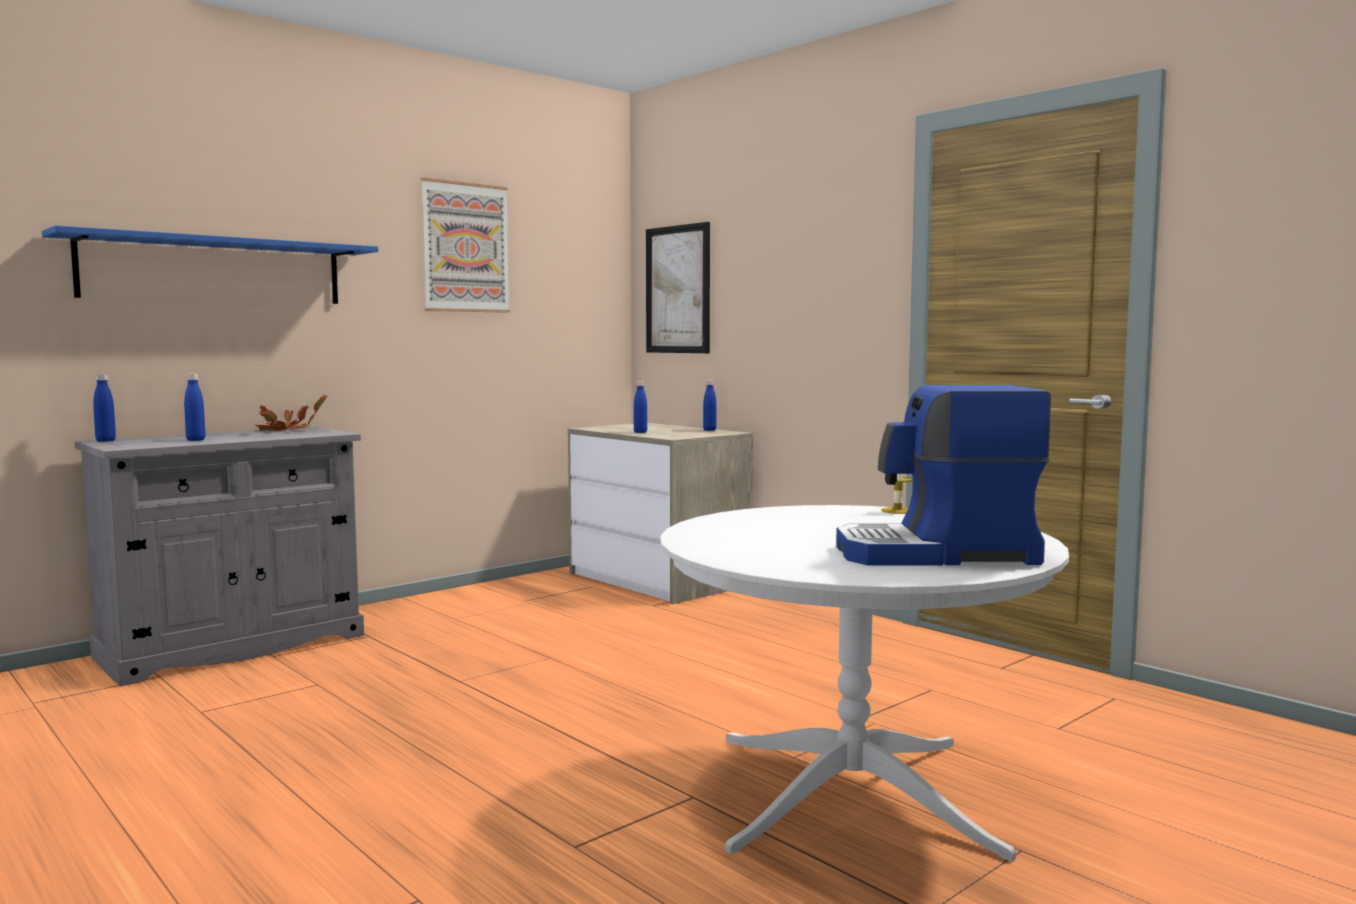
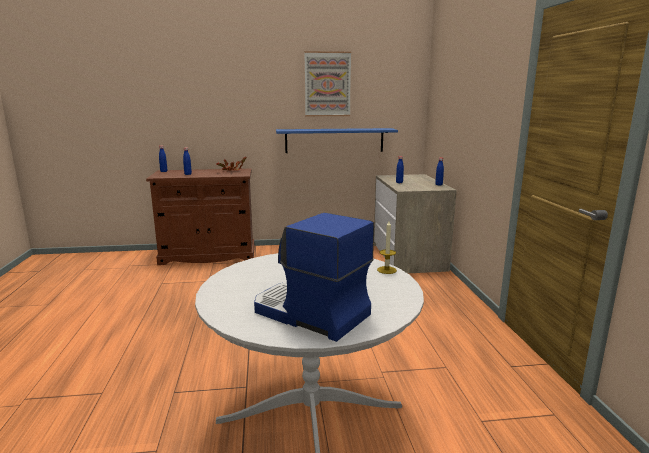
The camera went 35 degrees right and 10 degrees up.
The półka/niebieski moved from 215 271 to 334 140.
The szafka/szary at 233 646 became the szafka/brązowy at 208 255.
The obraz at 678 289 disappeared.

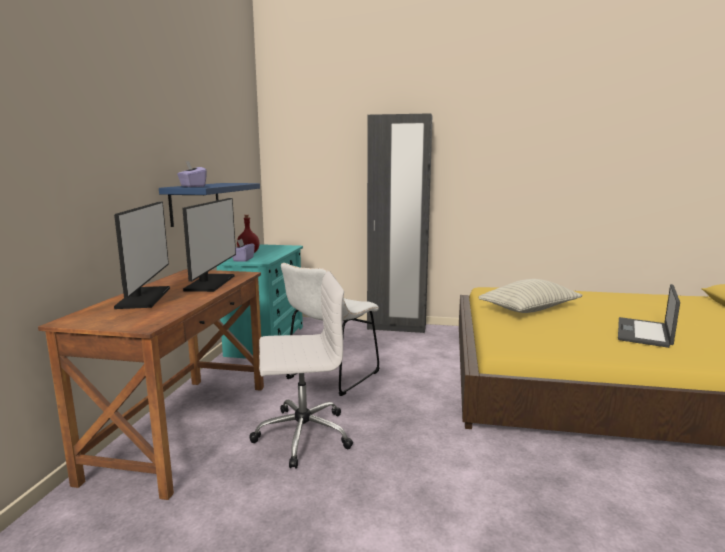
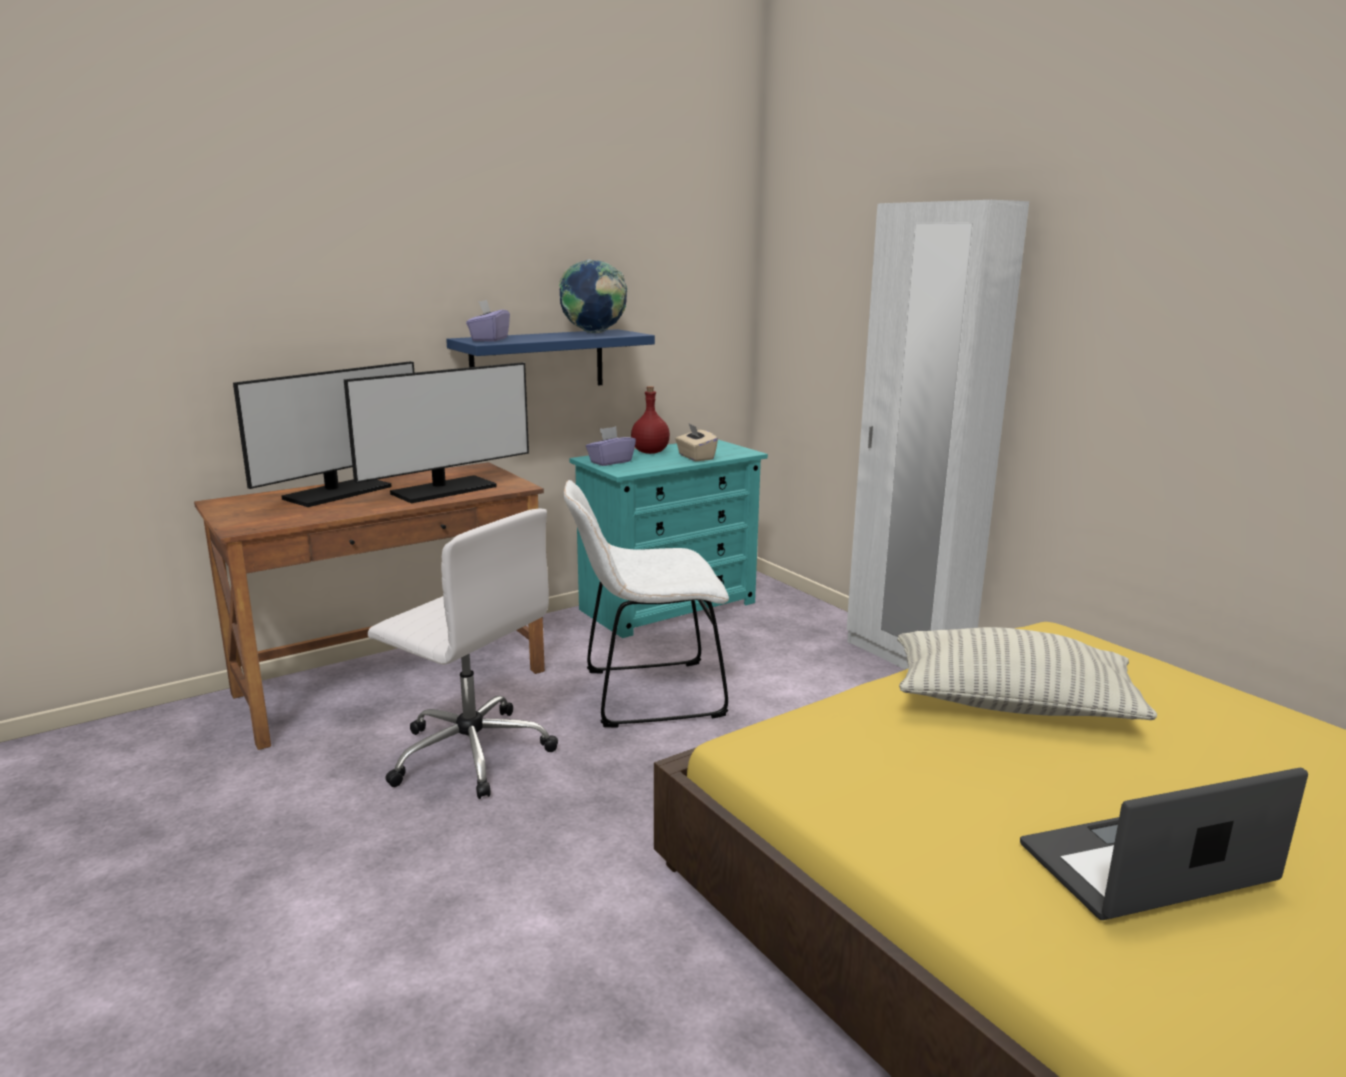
The camera went 45 degrees right and 5 degrees up.
The szafa/czarny at 396 327 became the szafa/biały at 906 657.
The globus at 594 333 appeared.
The pudełko chusteczek/beżowy at 695 457 appeared.

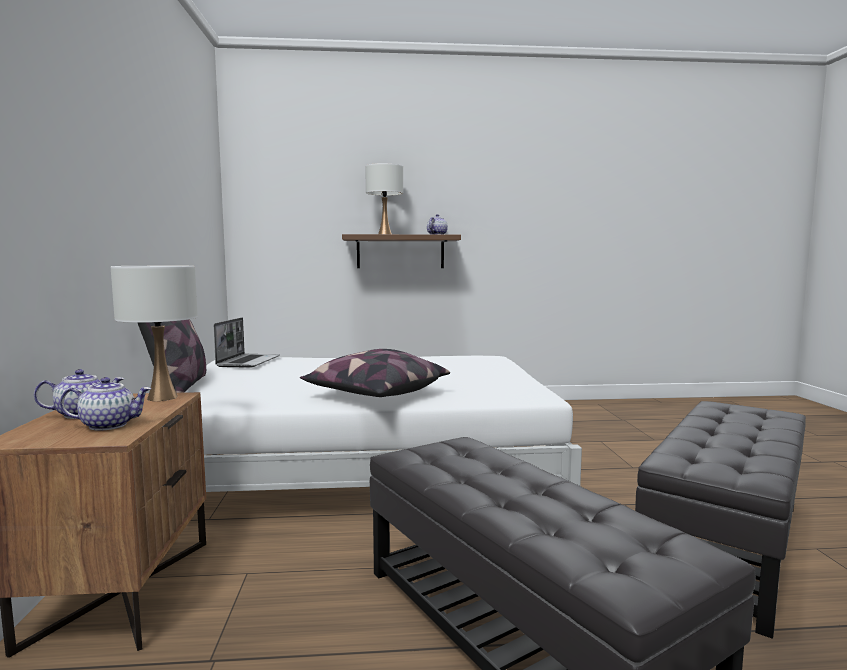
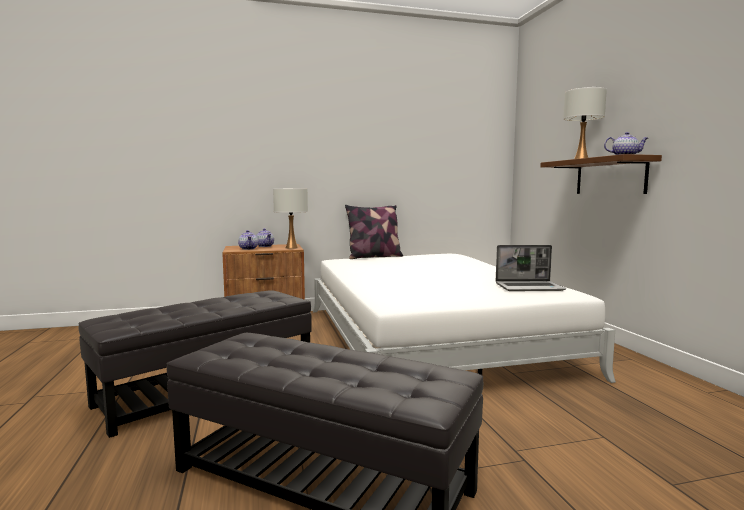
The camera went 80 degrees right and 0 degrees up.
The laptop moved from 248 362 to 529 287.
The poduszka at 376 395 disappeared.

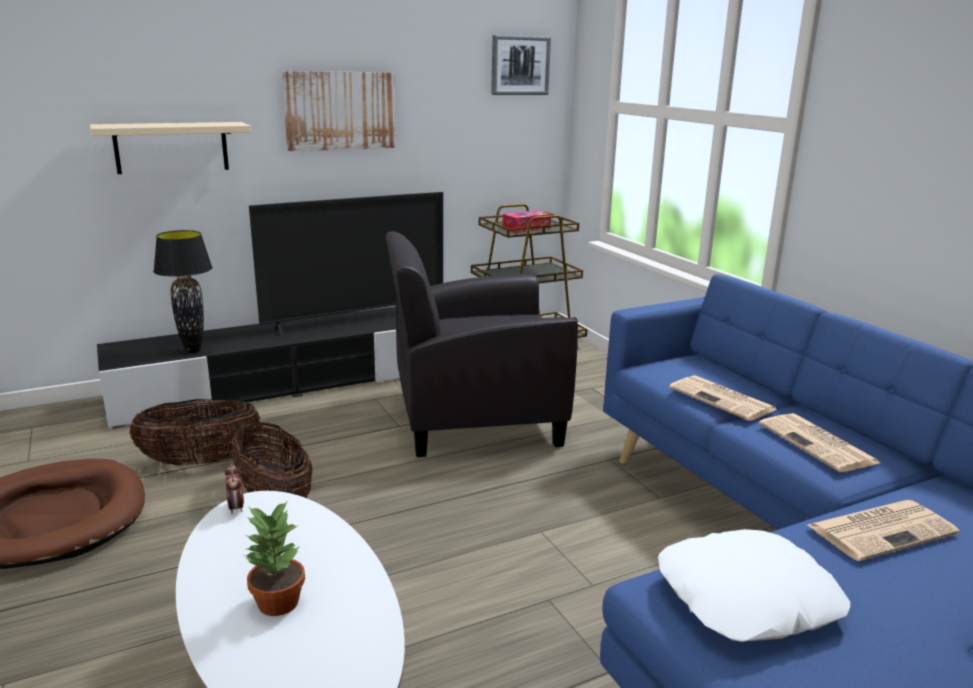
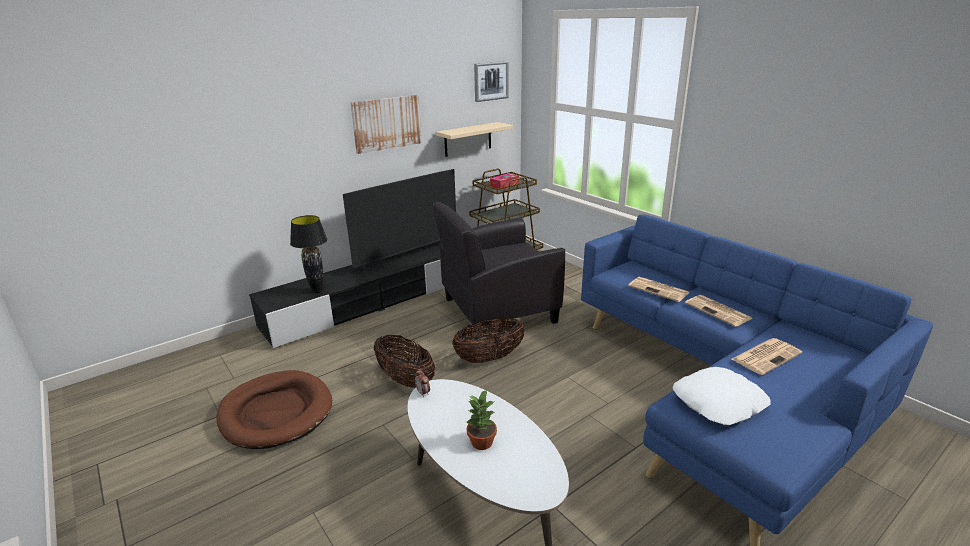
The camera went 10 degrees left and 5 degrees up.
The półka/beżowy moved from 171 147 to 468 139.
The koszyk moved from 201 461 to 489 358.

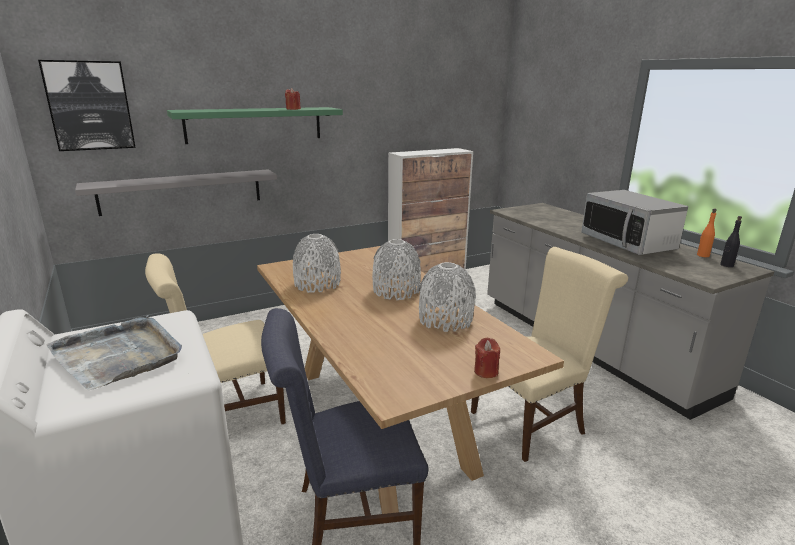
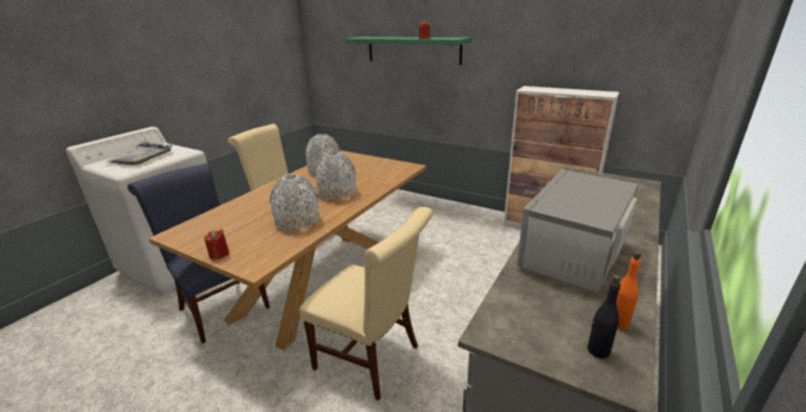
The camera went 60 degrees right and 5 degrees up.
The obraz at 89 106 disappeared.
The półka/szary at 182 191 disappeared.

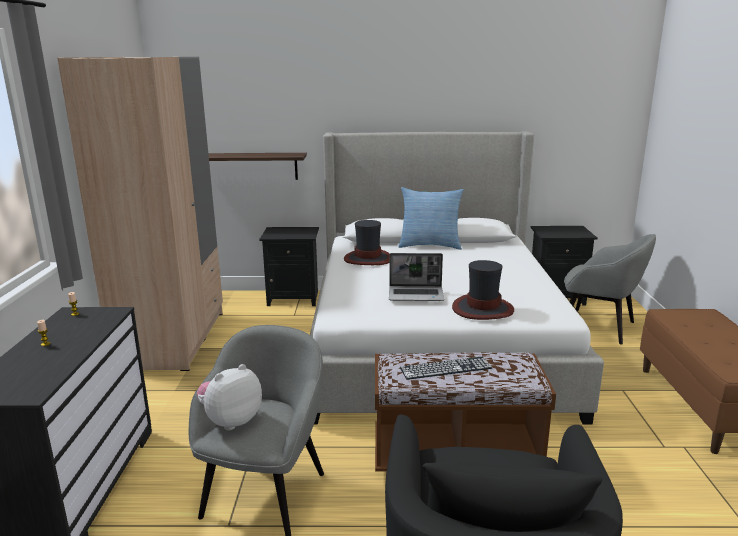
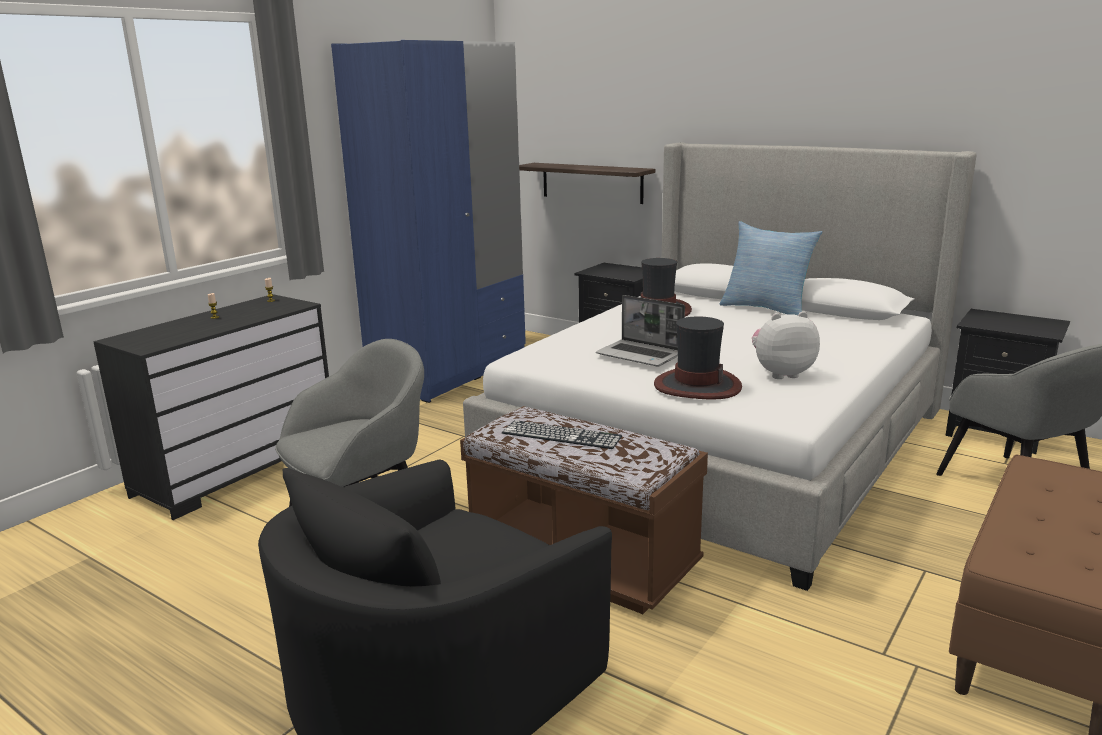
The camera went 35 degrees right and 0 degrees up.
The szafa/beżowy at 173 339 became the szafa/niebieski at 449 371.
The pluszak moved from 231 421 to 781 373.

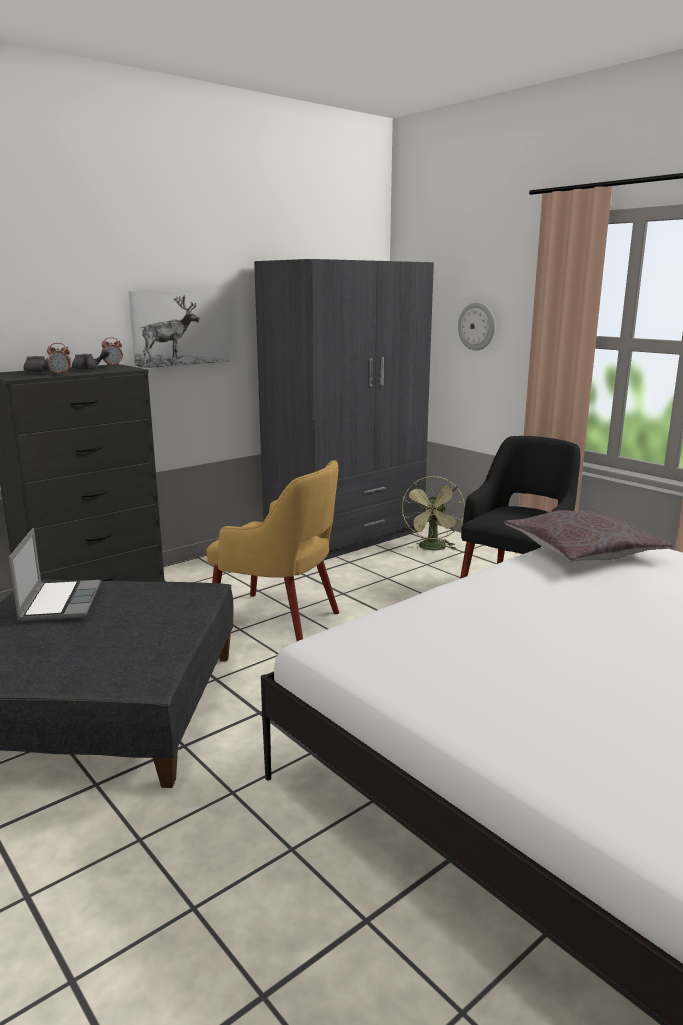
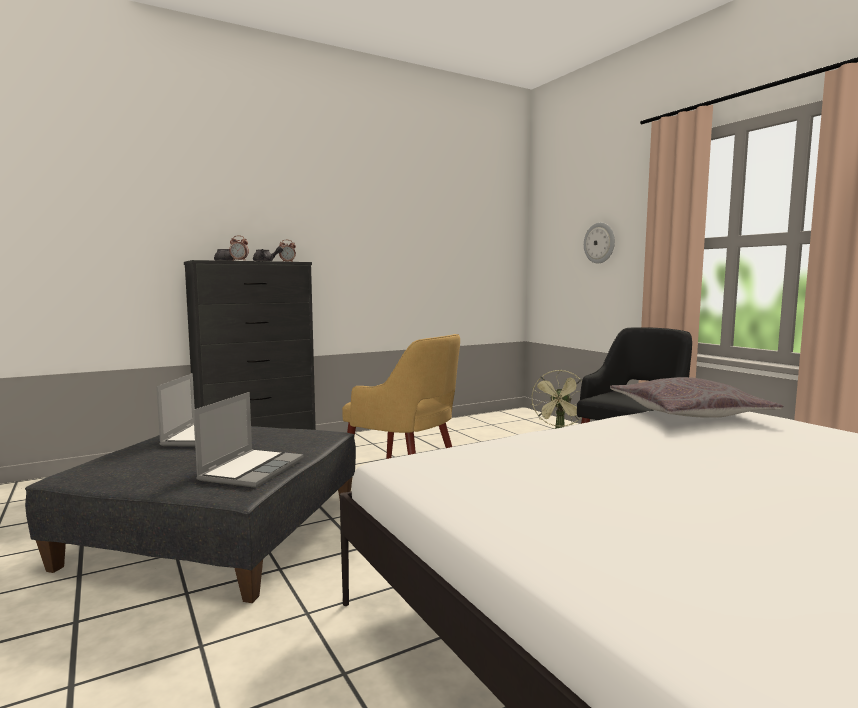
The camera went 10 degrees right and 10 degrees down.
The obraz at 180 328 disappeared.
The szafa/szary at 346 536 disappeared.
The laptop at 252 469 appeared.

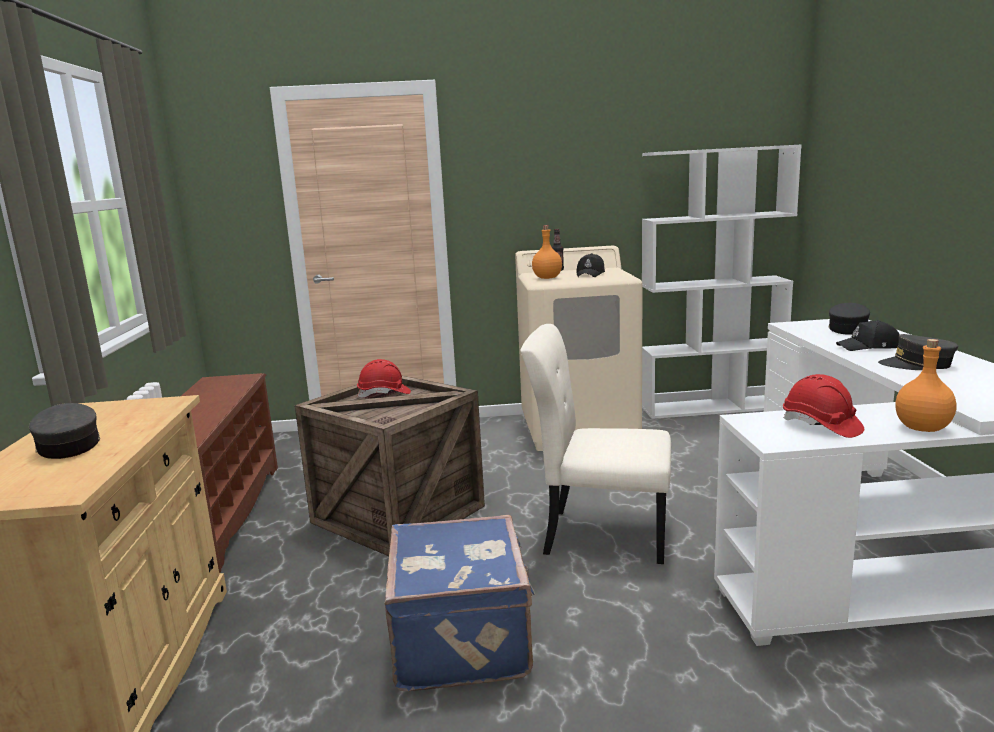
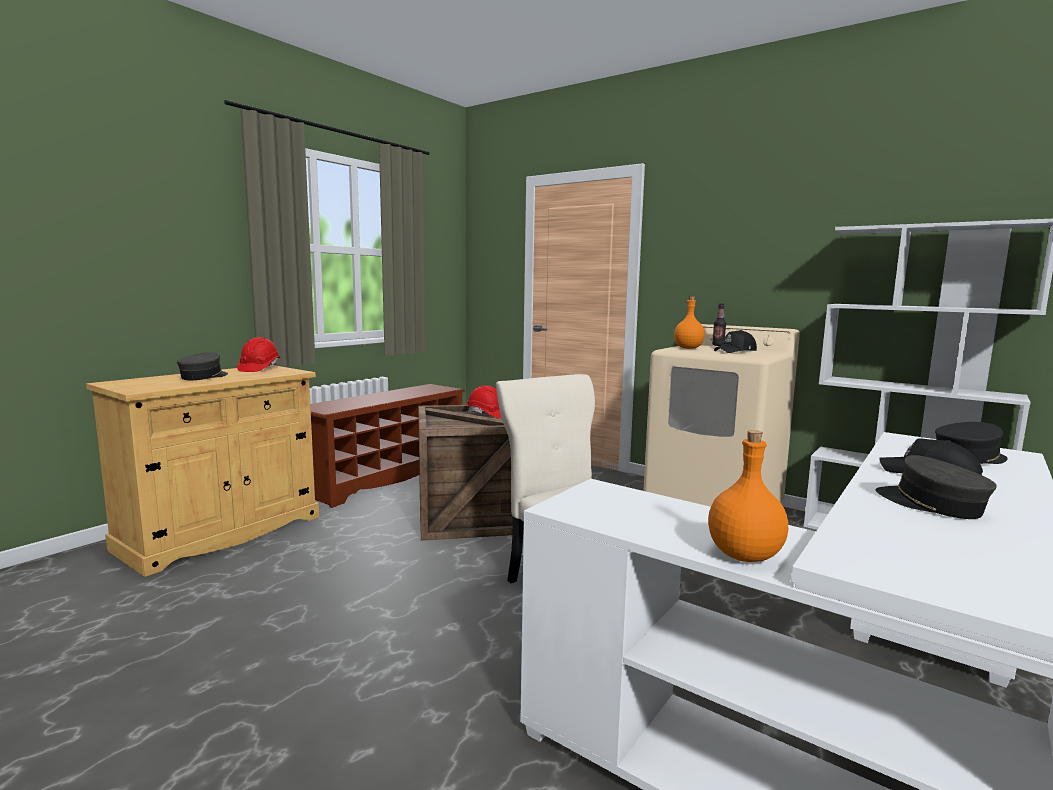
The camera went 40 degrees right and 5 degrees down.
The walizka/niebieski at 464 639 disappeared.
The kask/czerwony moved from 821 426 to 259 369.

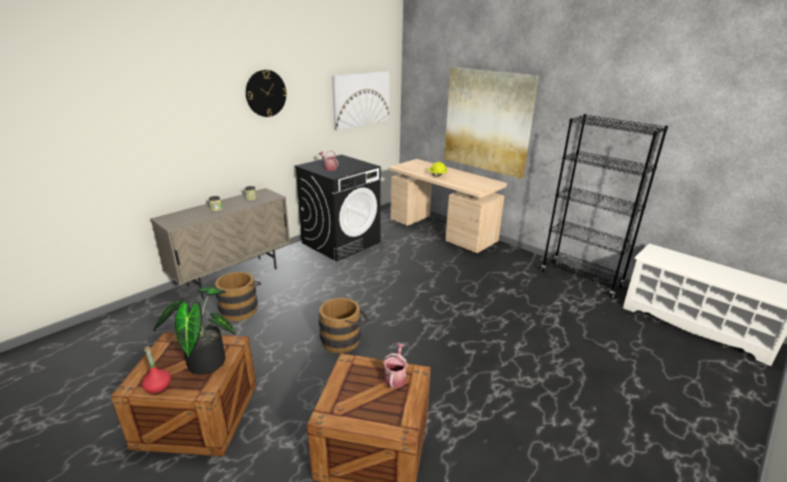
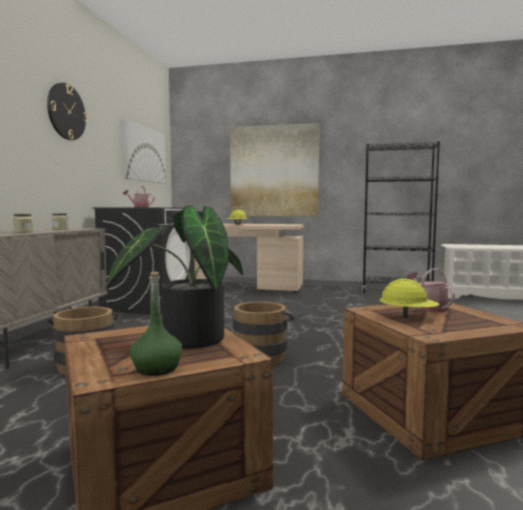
The camera went 30 degrees left and 20 degrees down.
The butelka/czerwony at 158 387 became the butelka/zielony at 157 369.
The kask/żółty at 408 316 appeared.

